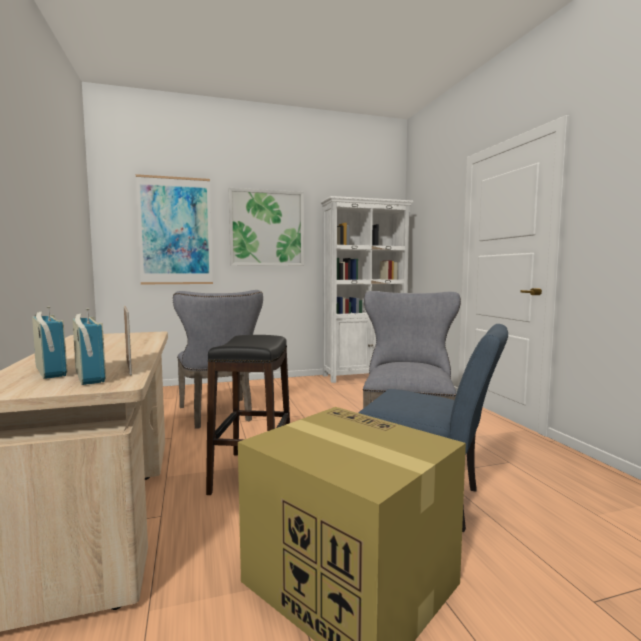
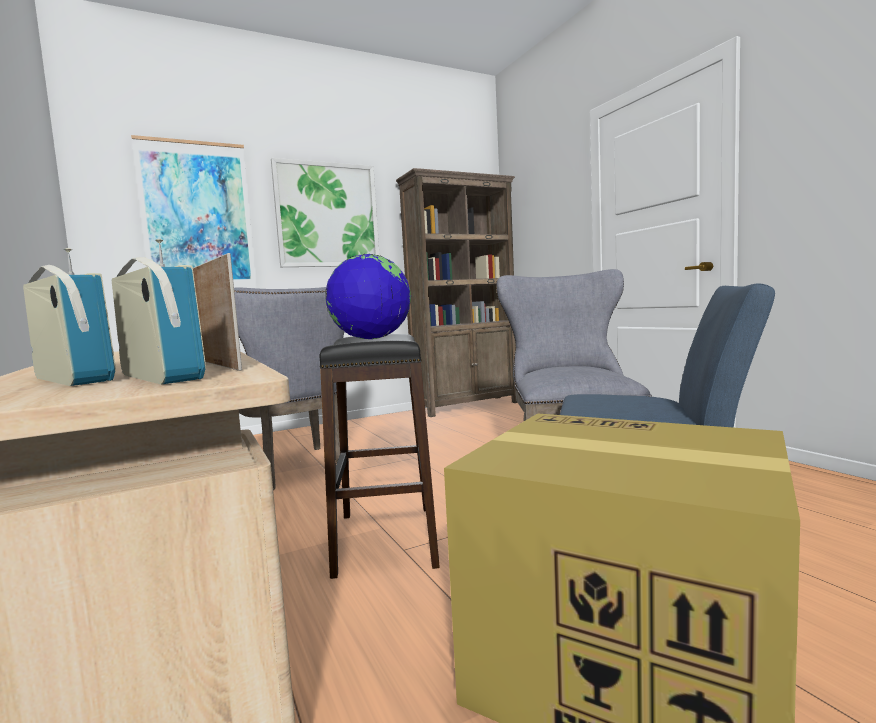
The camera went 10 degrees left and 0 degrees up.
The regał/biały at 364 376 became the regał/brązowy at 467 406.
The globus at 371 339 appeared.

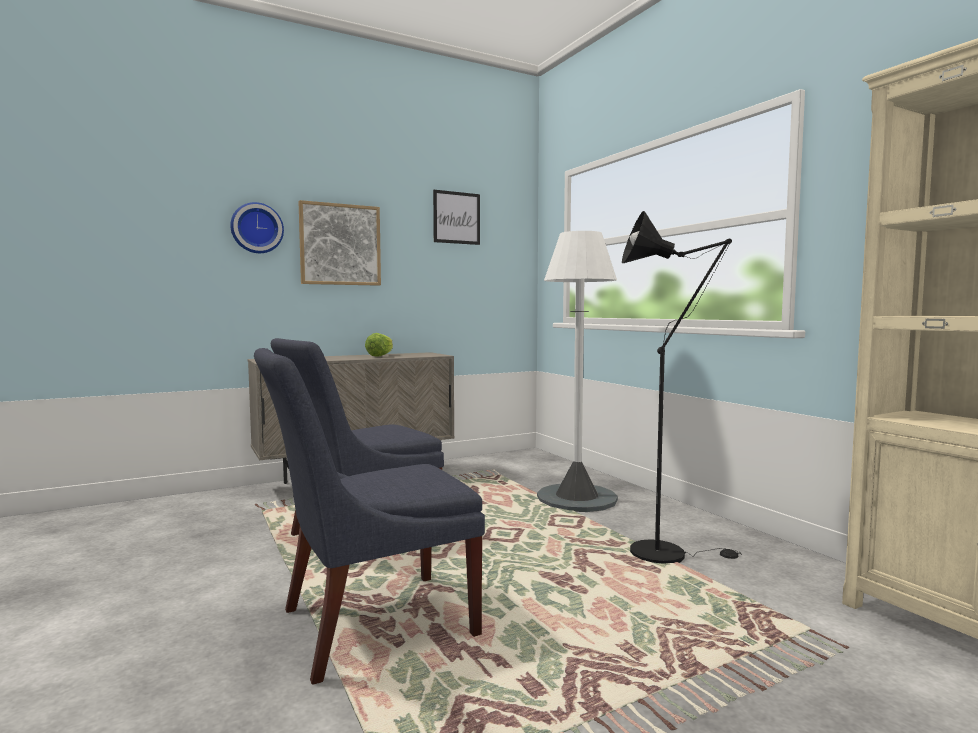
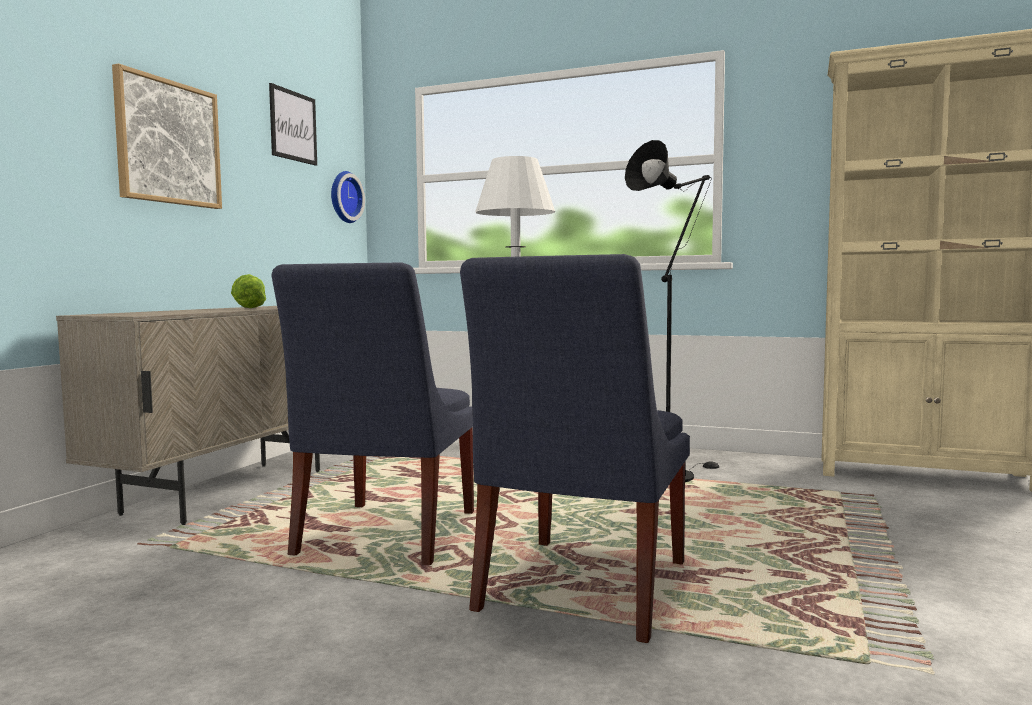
The camera went 40 degrees left and 0 degrees up.
The zegar ścienny moved from 257 228 to 344 197.

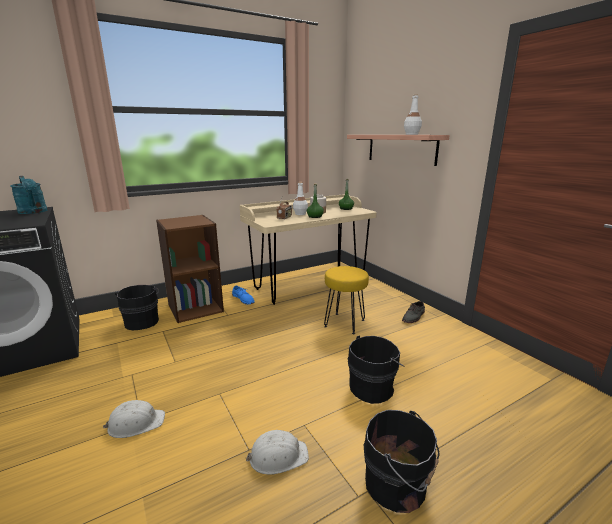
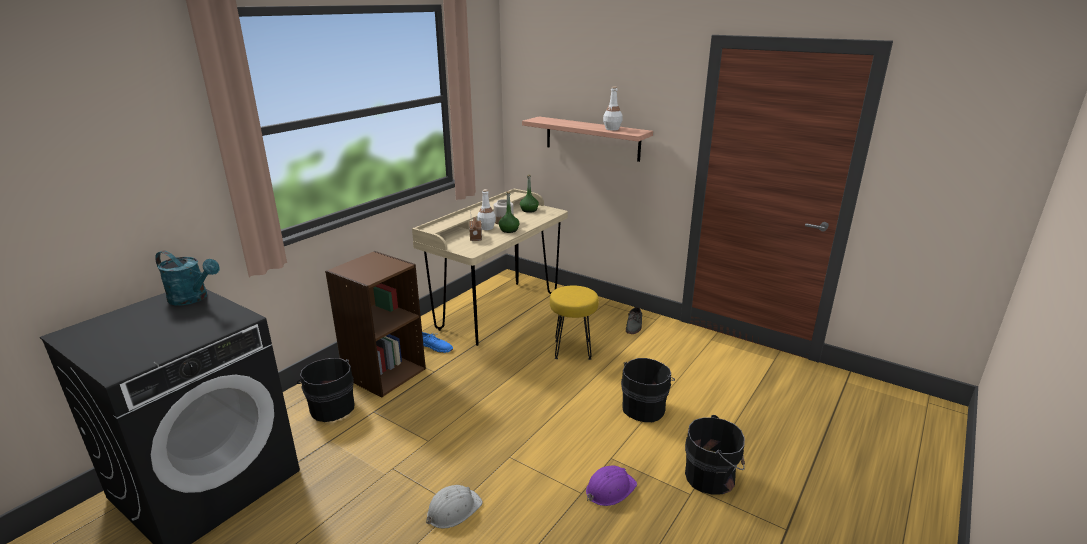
The camera went 25 degrees left and 5 degrees up.
The kask/biały at 278 456 became the kask/fioletowy at 610 489.

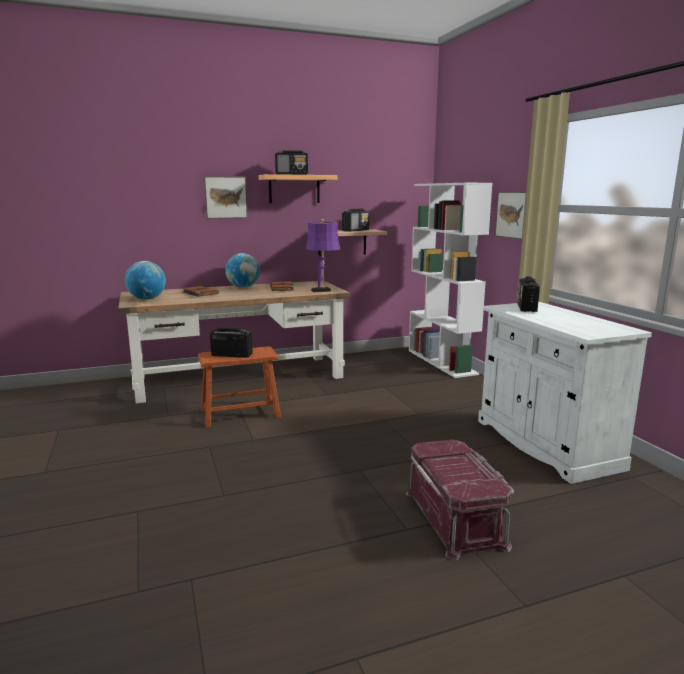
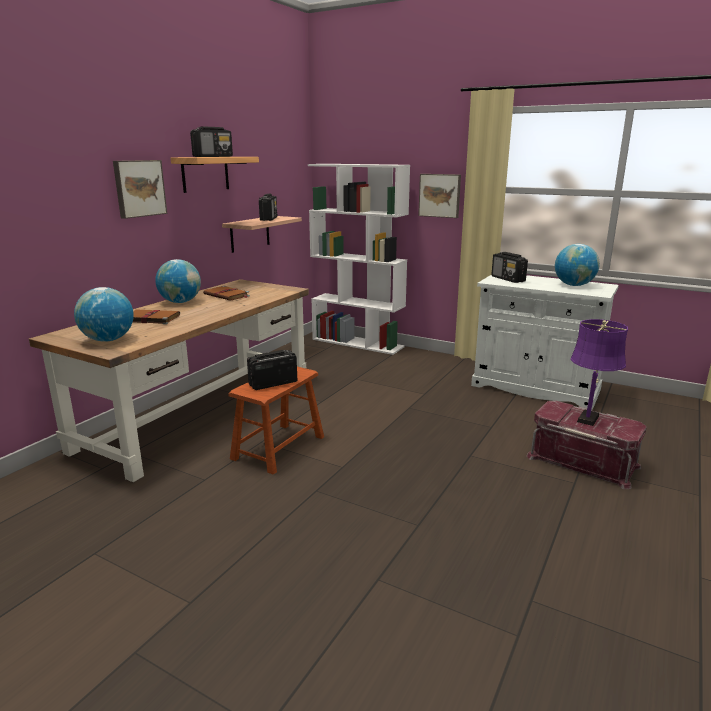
The camera went 40 degrees left and 5 degrees up.
The lampa stołowa/fioletowy moved from 323 290 to 589 418.
The globus at 574 285 appeared.

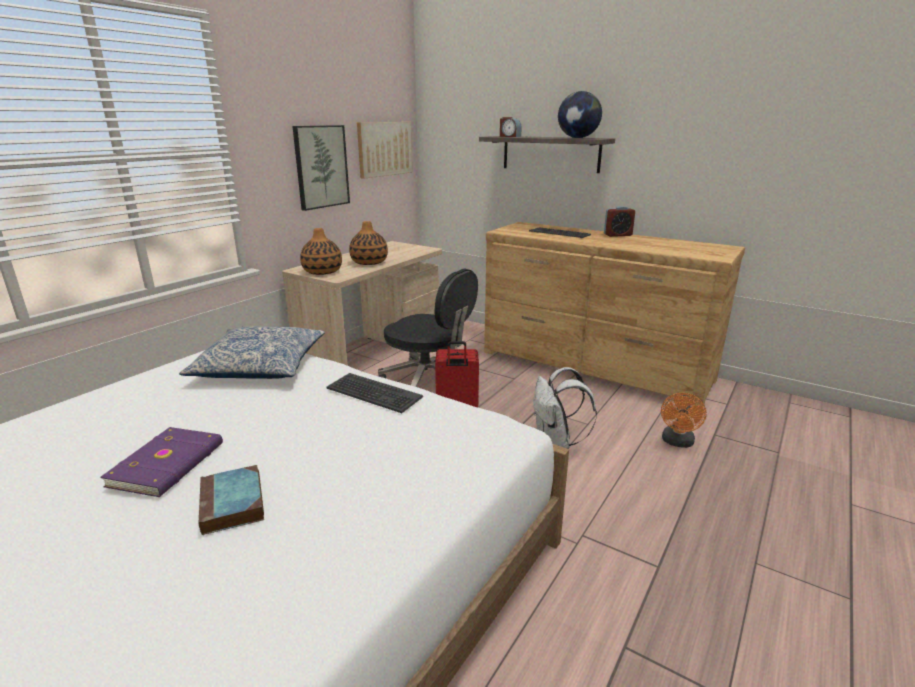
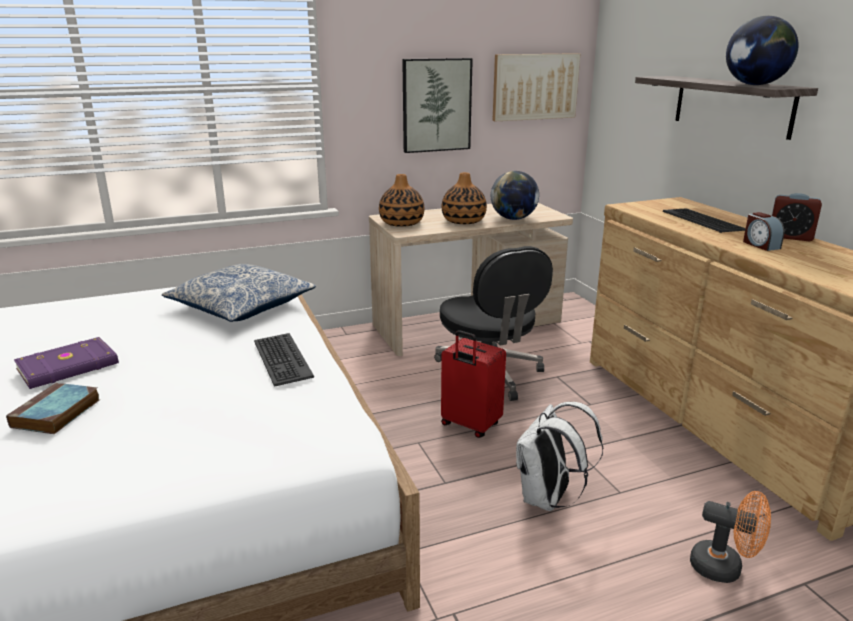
The camera went 35 degrees right and 0 degrees up.
The budzik moved from 509 136 to 760 245.
The wentylator/pomarańczowy at 677 442 turned 120 degrees counterclockwise.
The globus at 513 218 appeared.

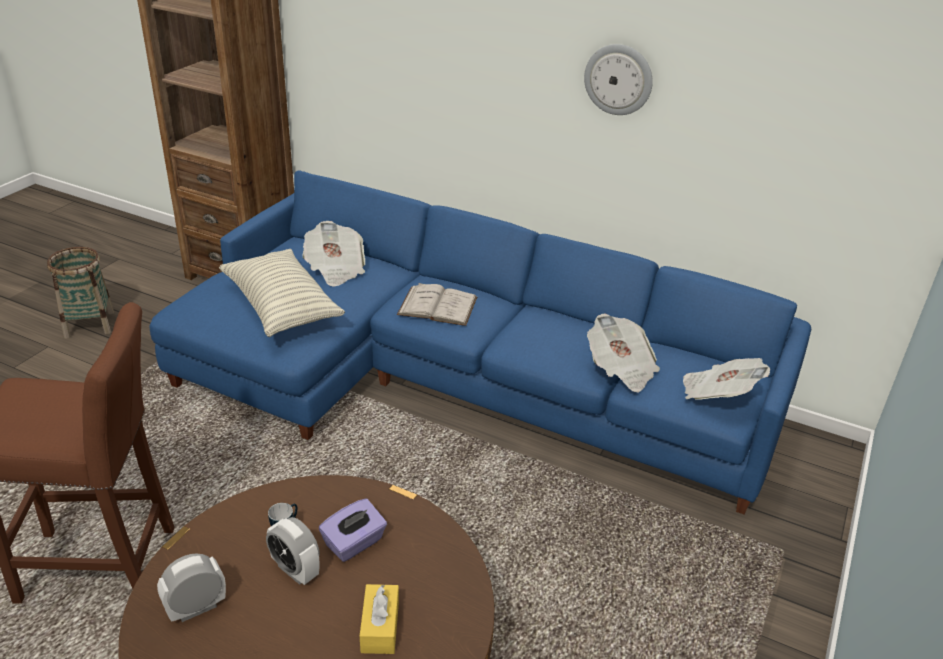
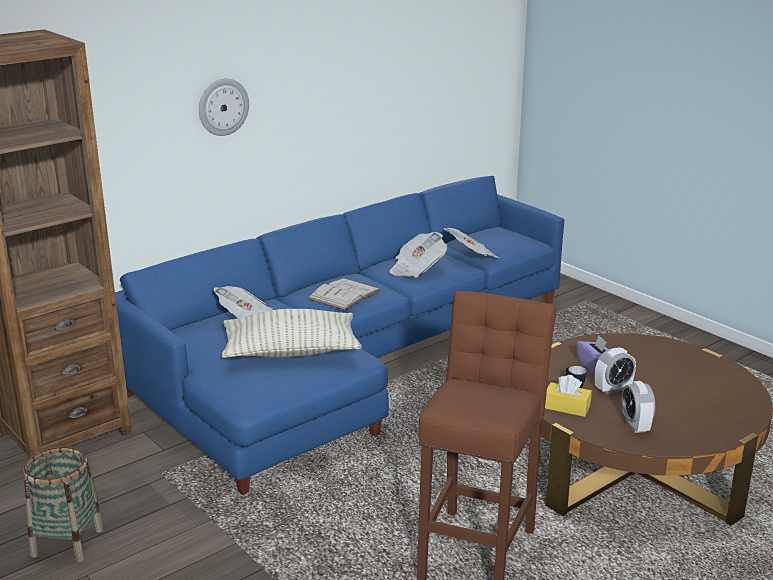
The camera went 65 degrees left and 10 degrees down.
The pudełko chusteczek/żółty moved from 380 627 to 566 407.
The zegar ścienny moved from 618 79 to 223 106.
The gazeta moved from 718 395 to 417 269.

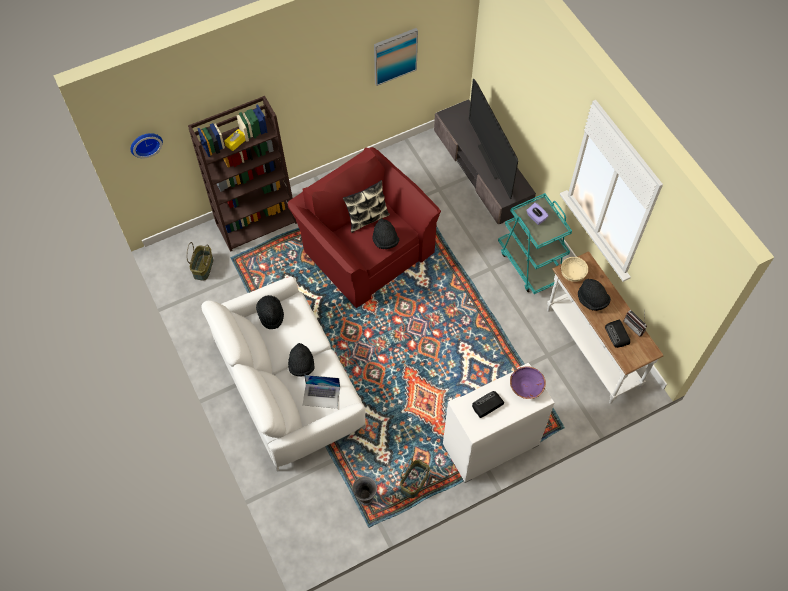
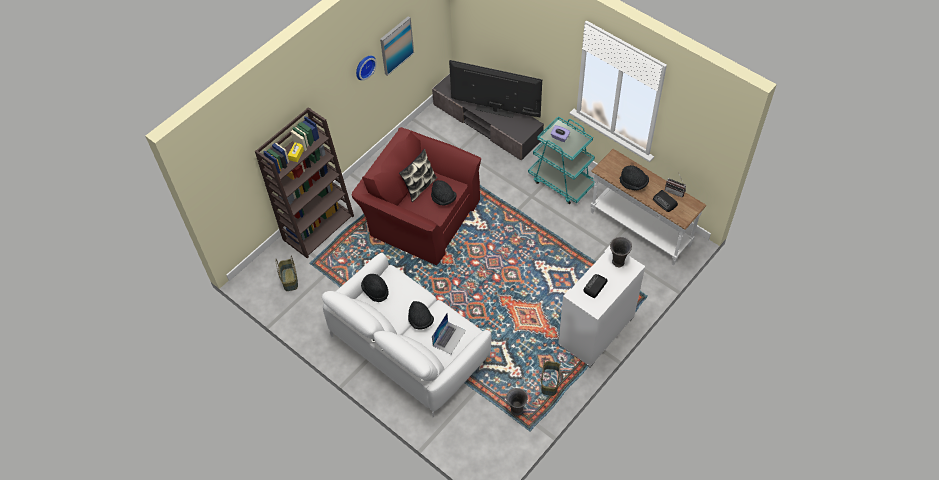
The camera went 20 degrees left and 5 degrees down.
The zegar ścienny moved from 145 143 to 364 66.
The laptop at 321 396 turned 45 degrees counterclockwise.
The telewizor at 490 161 turned 150 degrees clockwise.
The miska/fioletowy at 526 387 was replaced by the wazon/szary at 618 262.
The miska/beżowy at 573 273 disappeared.

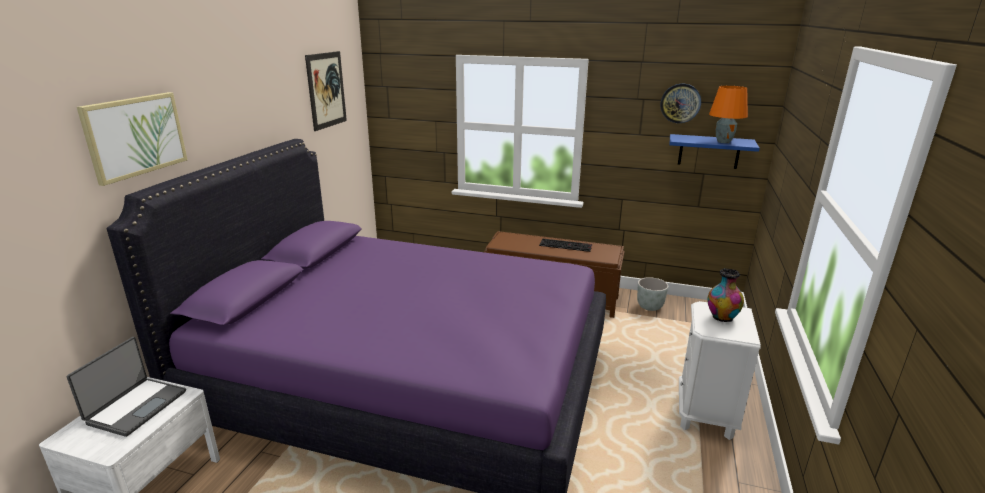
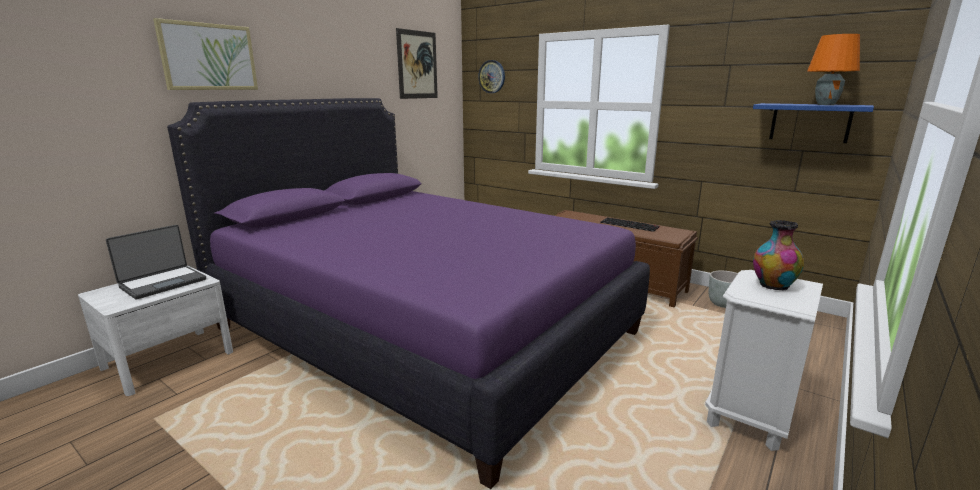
The camera went 20 degrees right and 5 degrees down.
The zegar ścienny moved from 680 103 to 492 76.

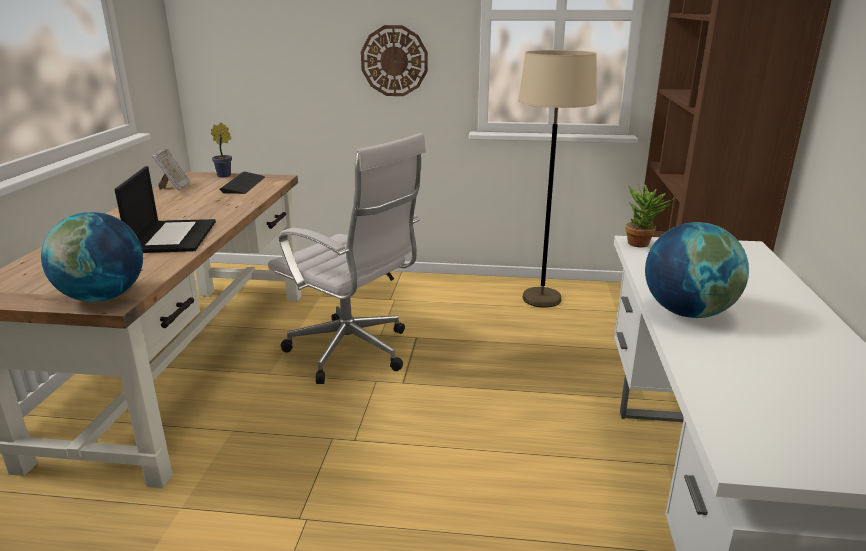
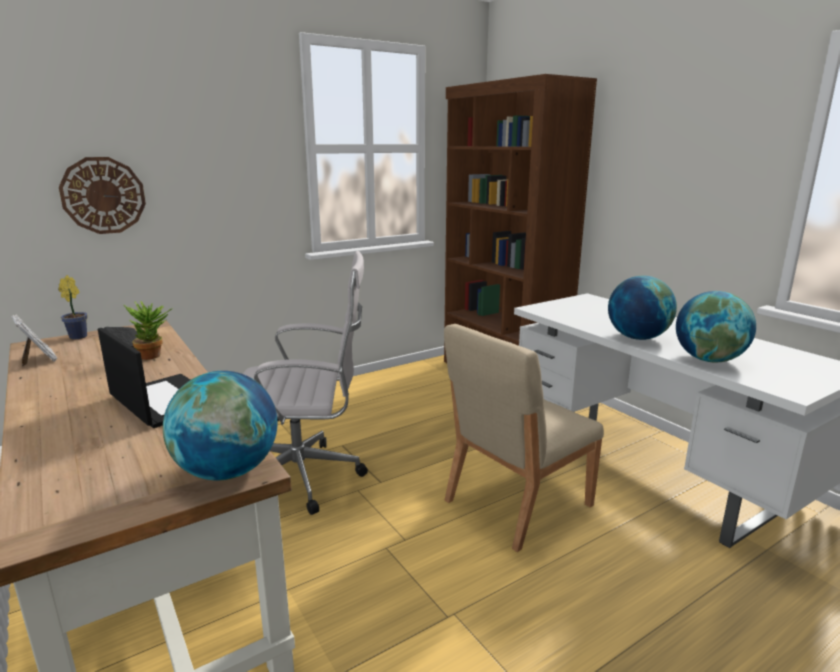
The camera went 40 degrees left and 5 degrees down.
The zegar ścienny moved from 394 61 to 103 195.
The lampa stojąca/beżowy at 541 299 disappeared.
The roślina doniczkowa moved from 643 244 to 154 356.
The krzesło/beżowy at 516 503 appeared.
The globus at 709 360 appeared.

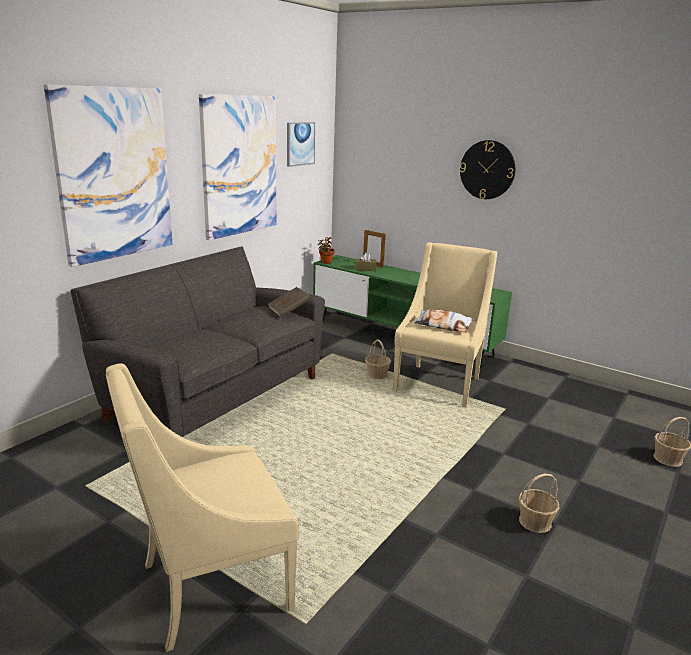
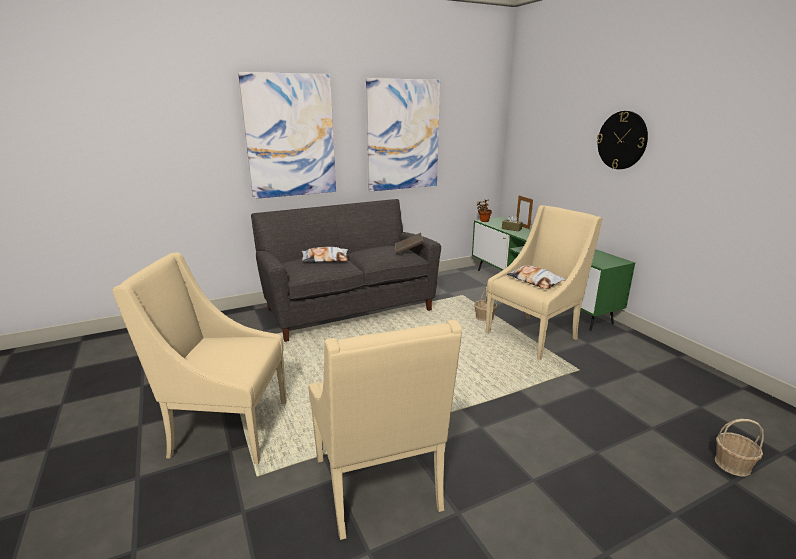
The camera went 30 degrees right and 0 degrees up.
The obraz at 300 143 disappeared.
The koszyk at 535 522 disappeared.
The poduszka at 325 259 appeared.
The fotel/beżowy at 379 486 appeared.

